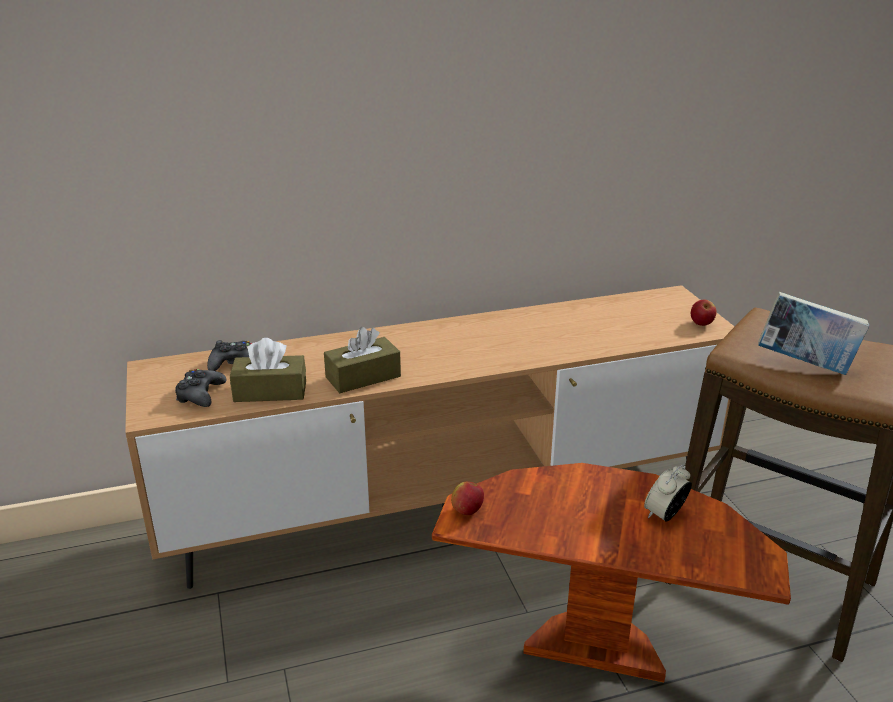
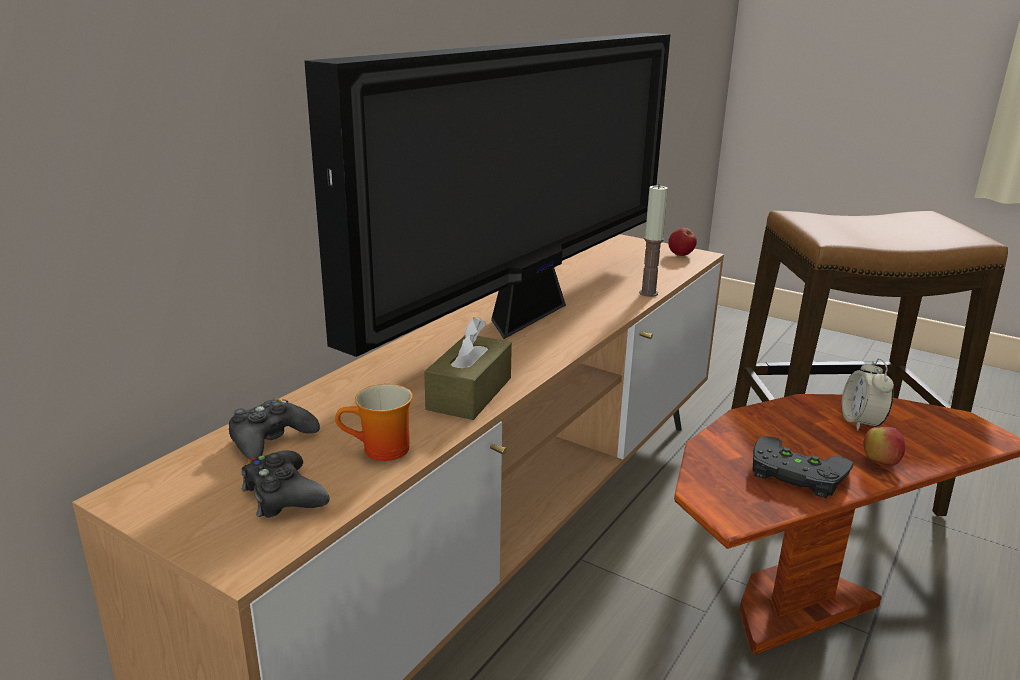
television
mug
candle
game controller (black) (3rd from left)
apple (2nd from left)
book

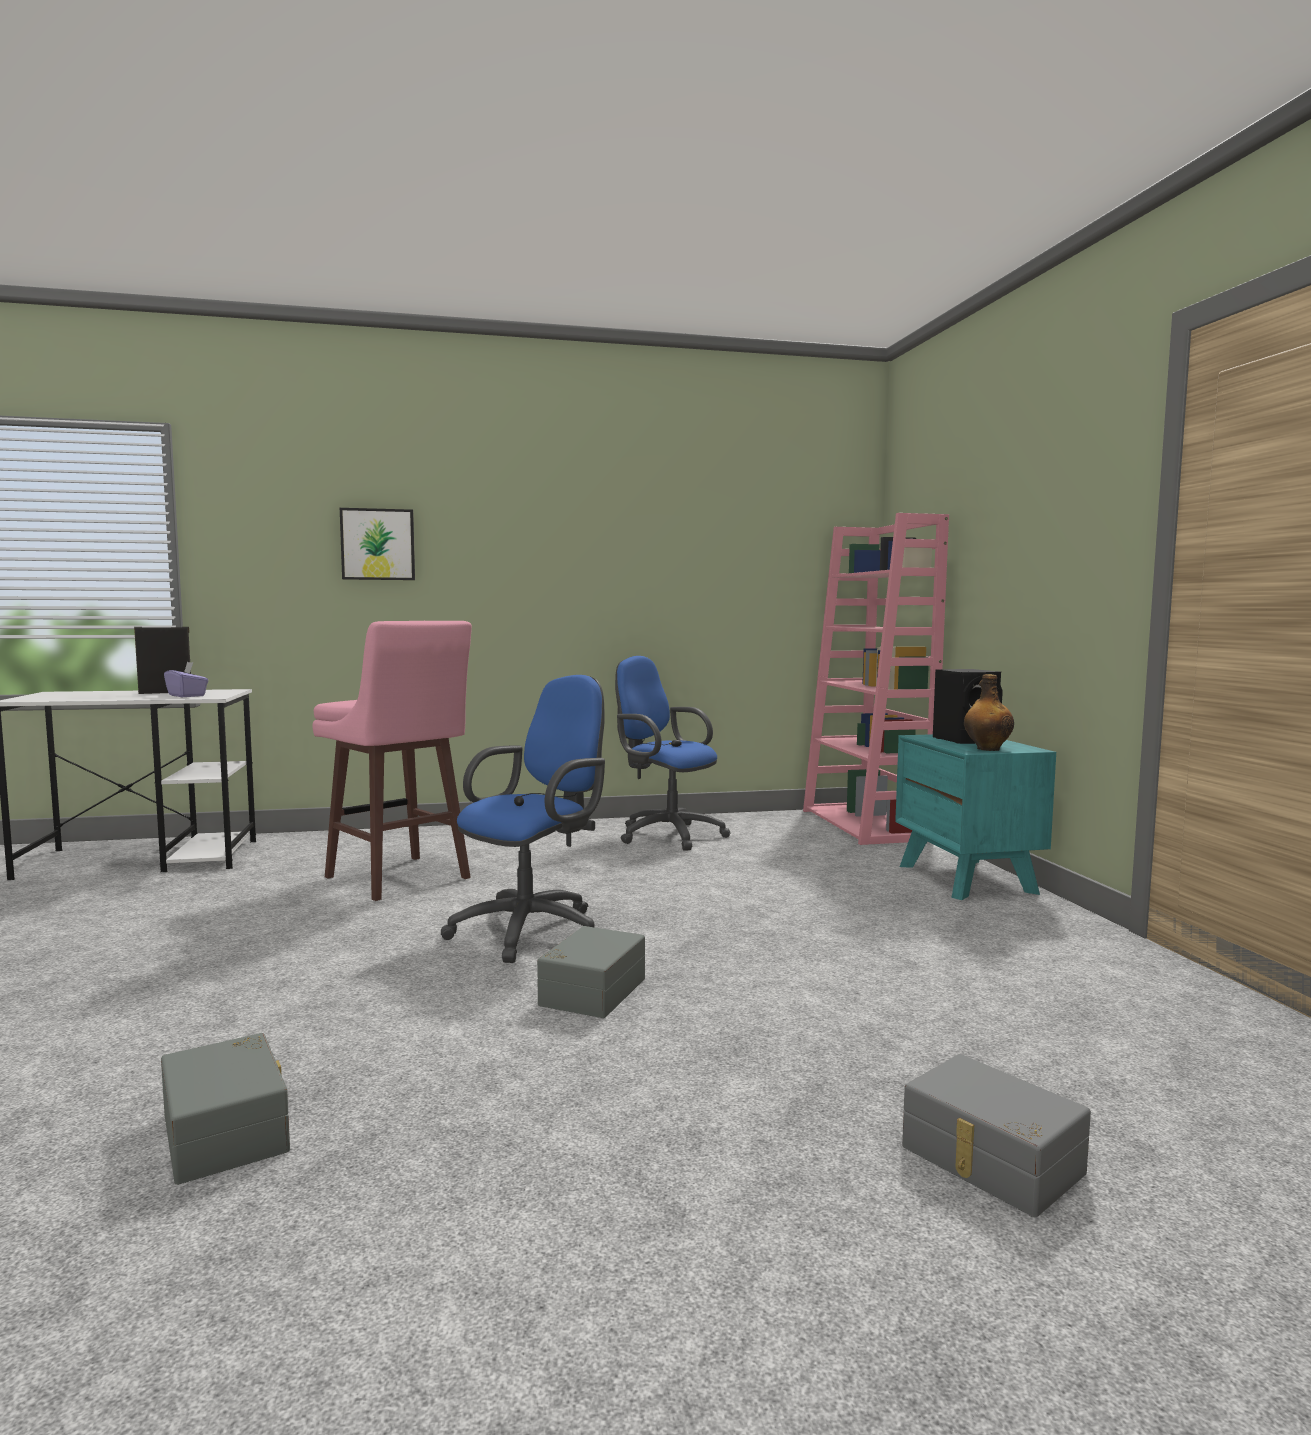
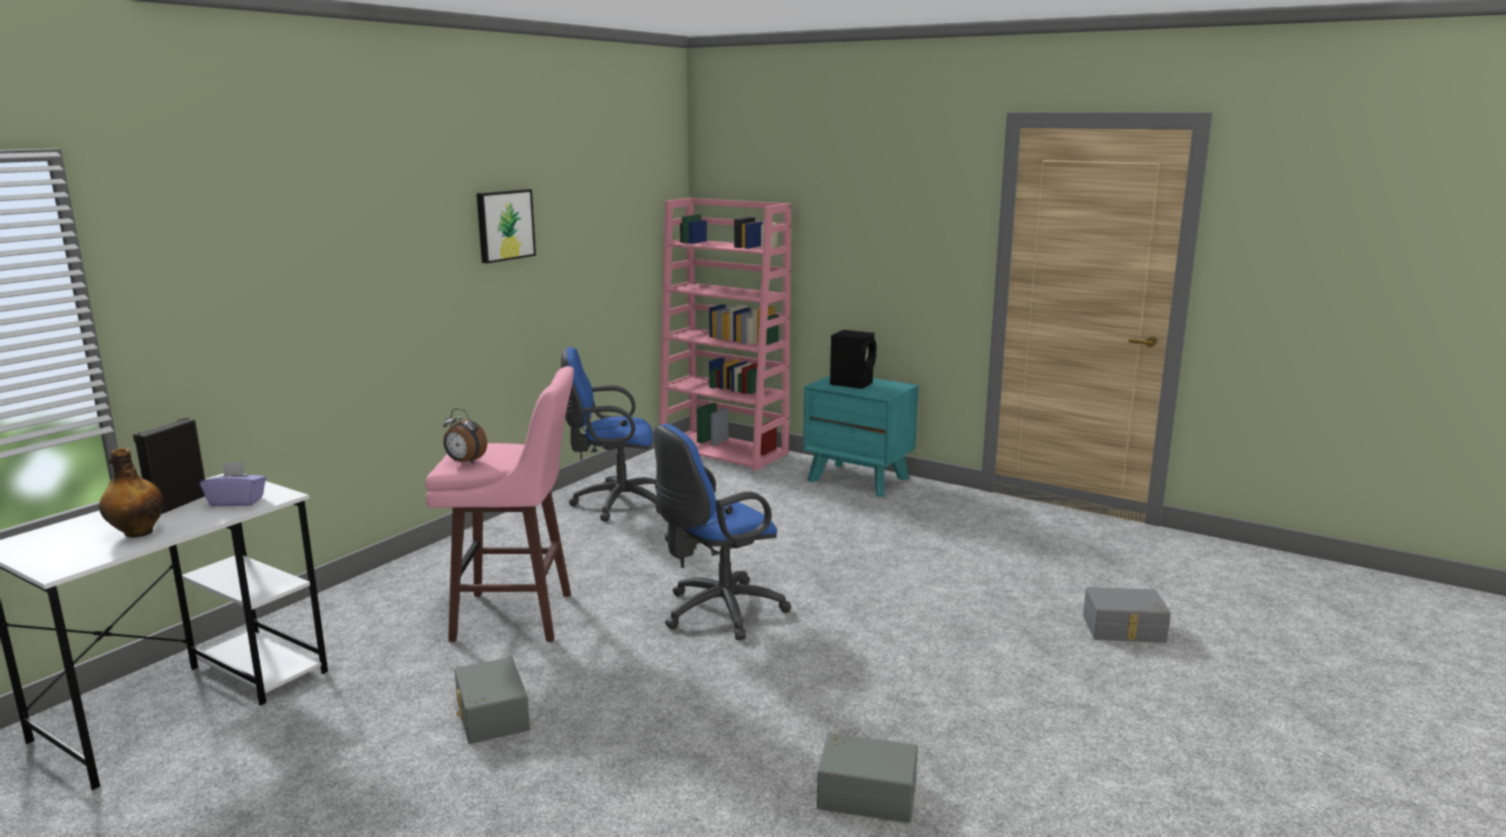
bottle
alarm clock
storage box (grey) (1st from left)
picture
office chair (blue) (2nd from left)

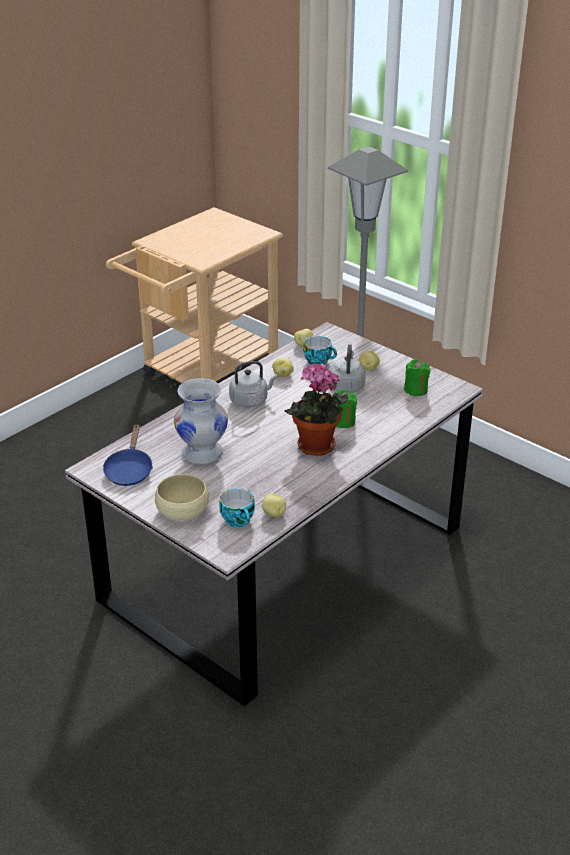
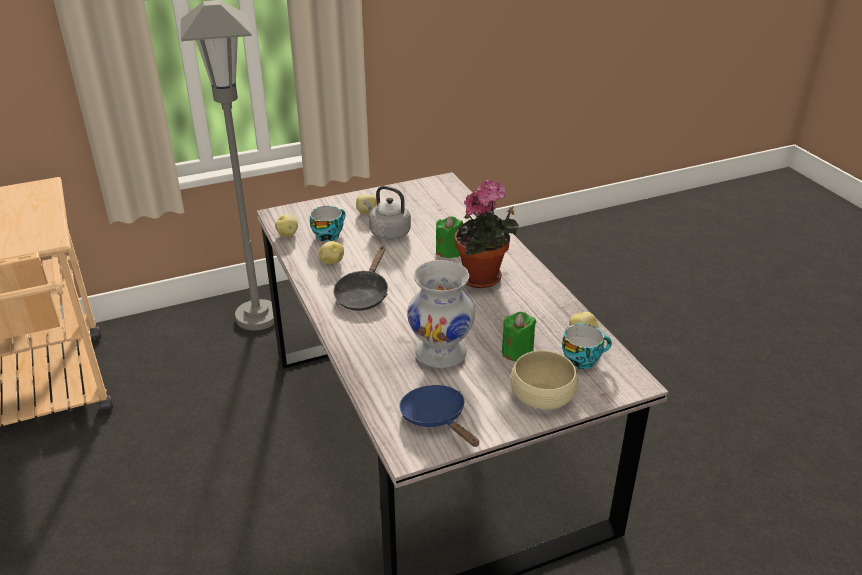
frying pan (black)
frying pan (blue)
candle (green) (2nd from left)

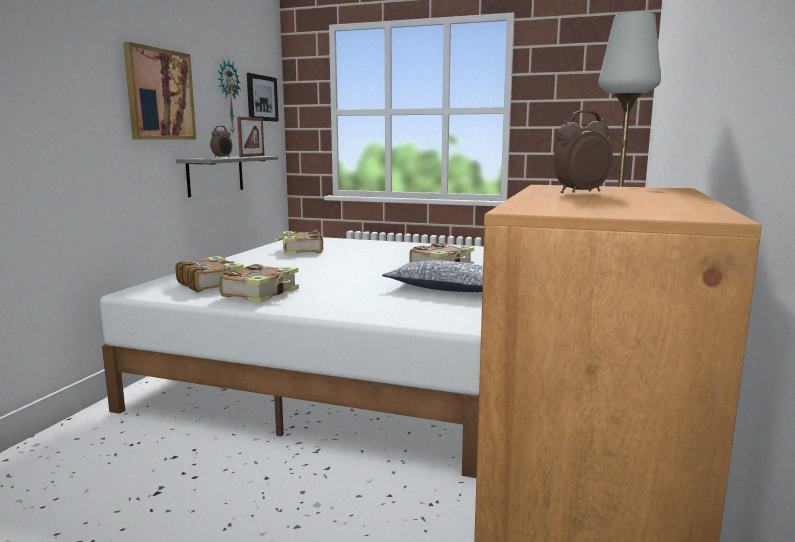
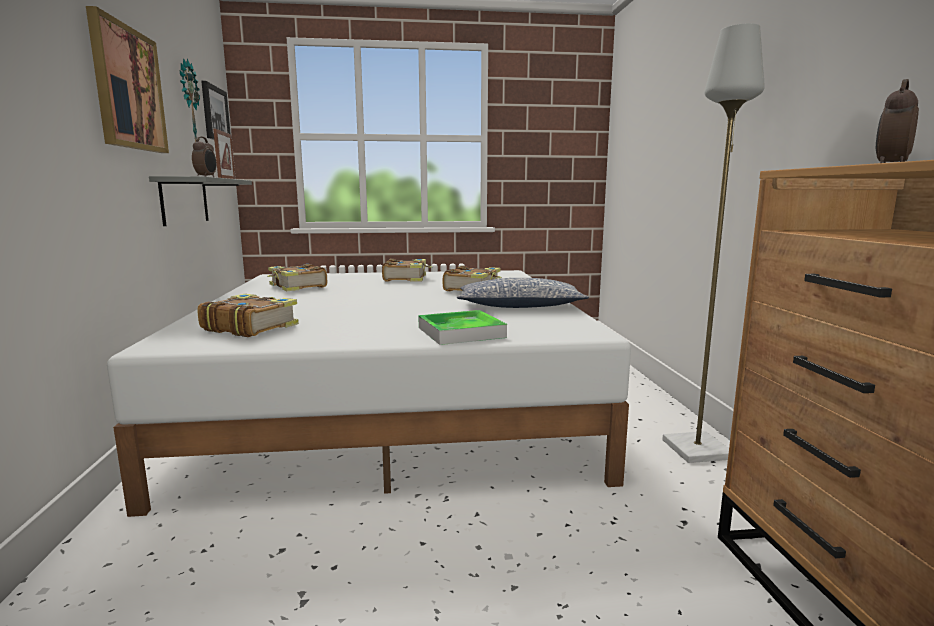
book (3rd from left)
tray

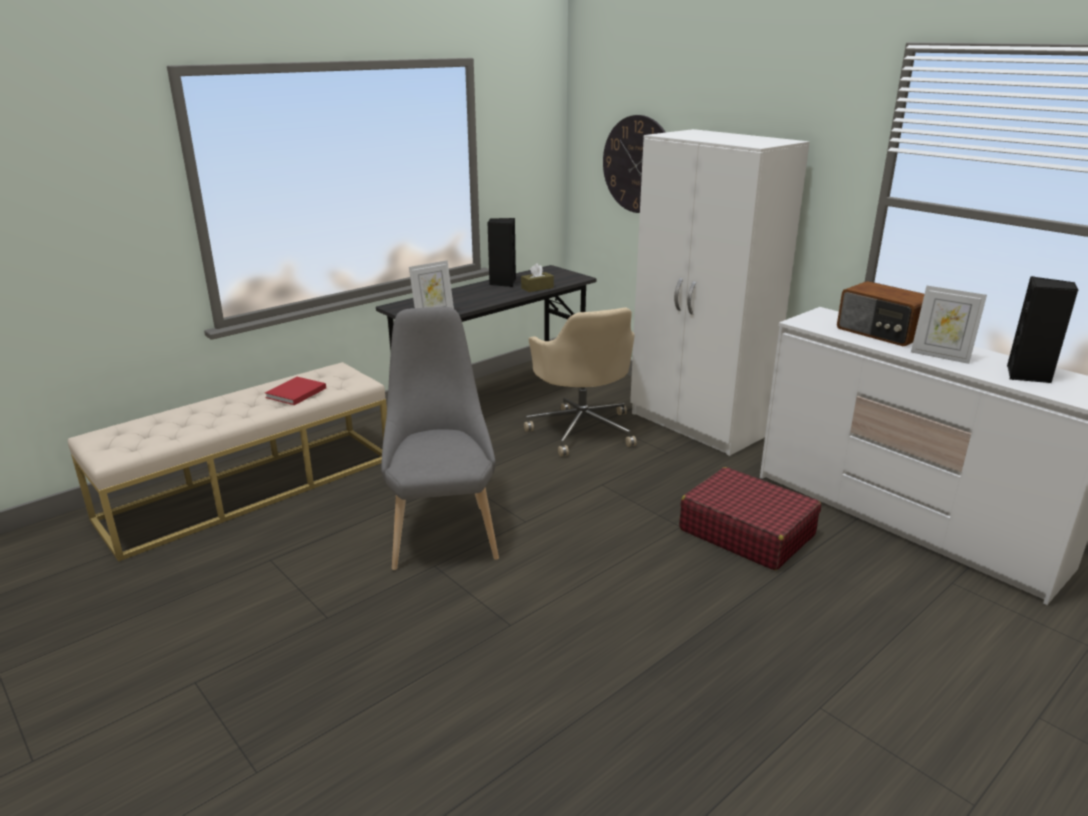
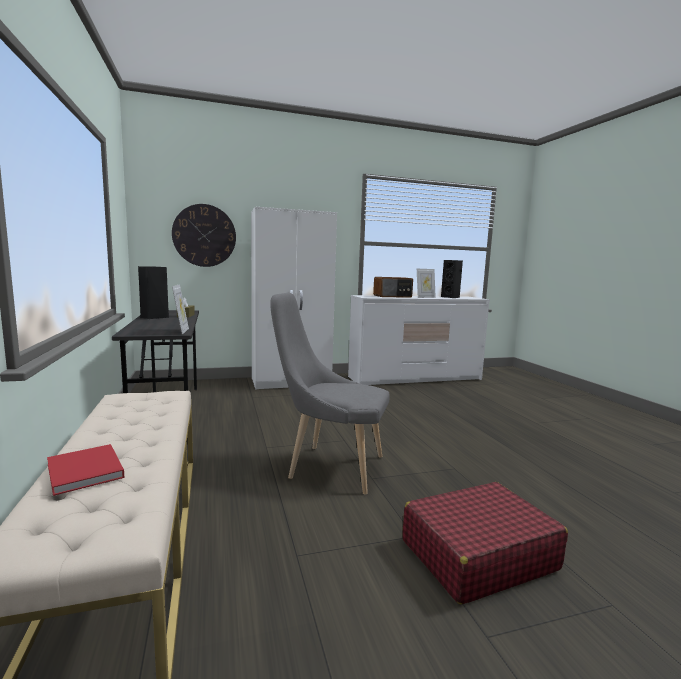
book (red)
suitcase (red)
office chair (beige)

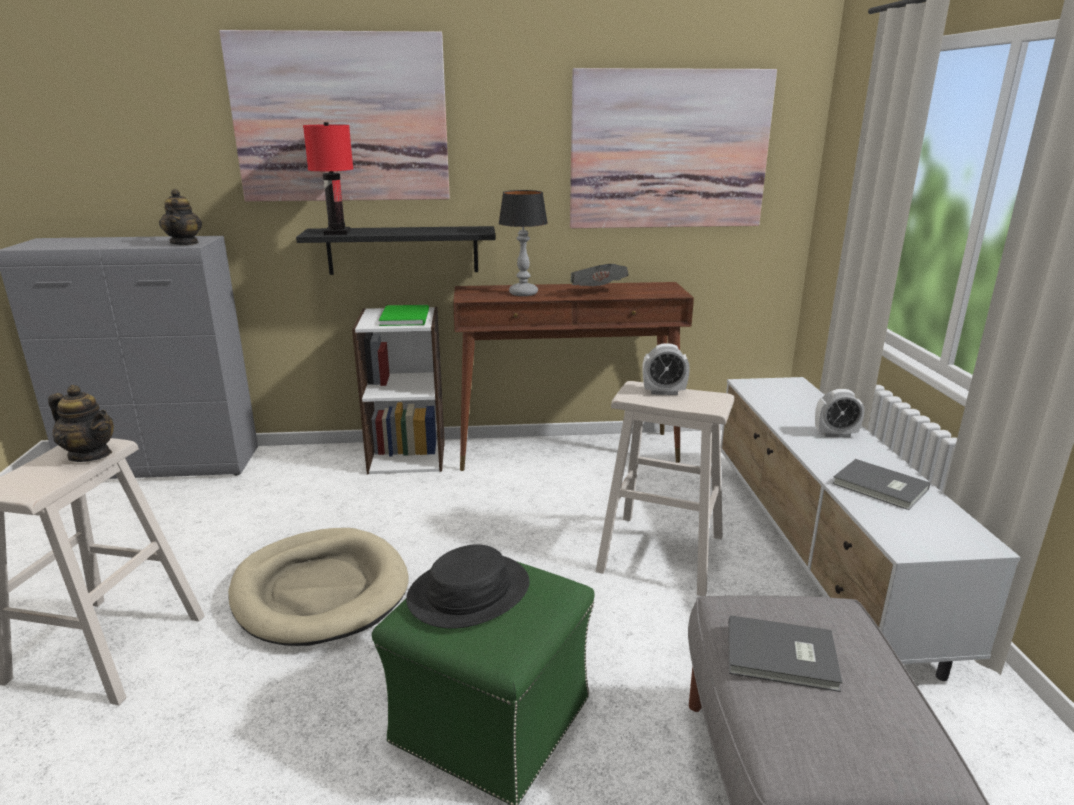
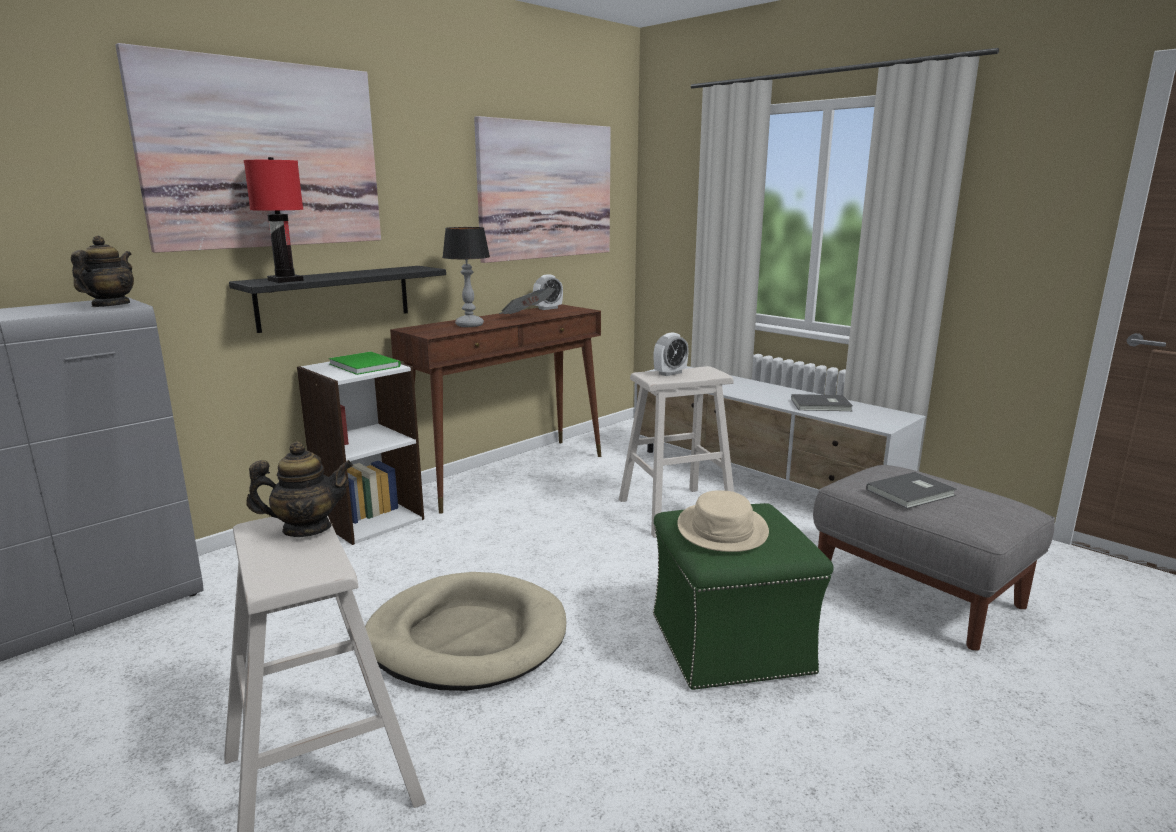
teapot (1st from left)
alarm clock (1st from left)
hat (beige)

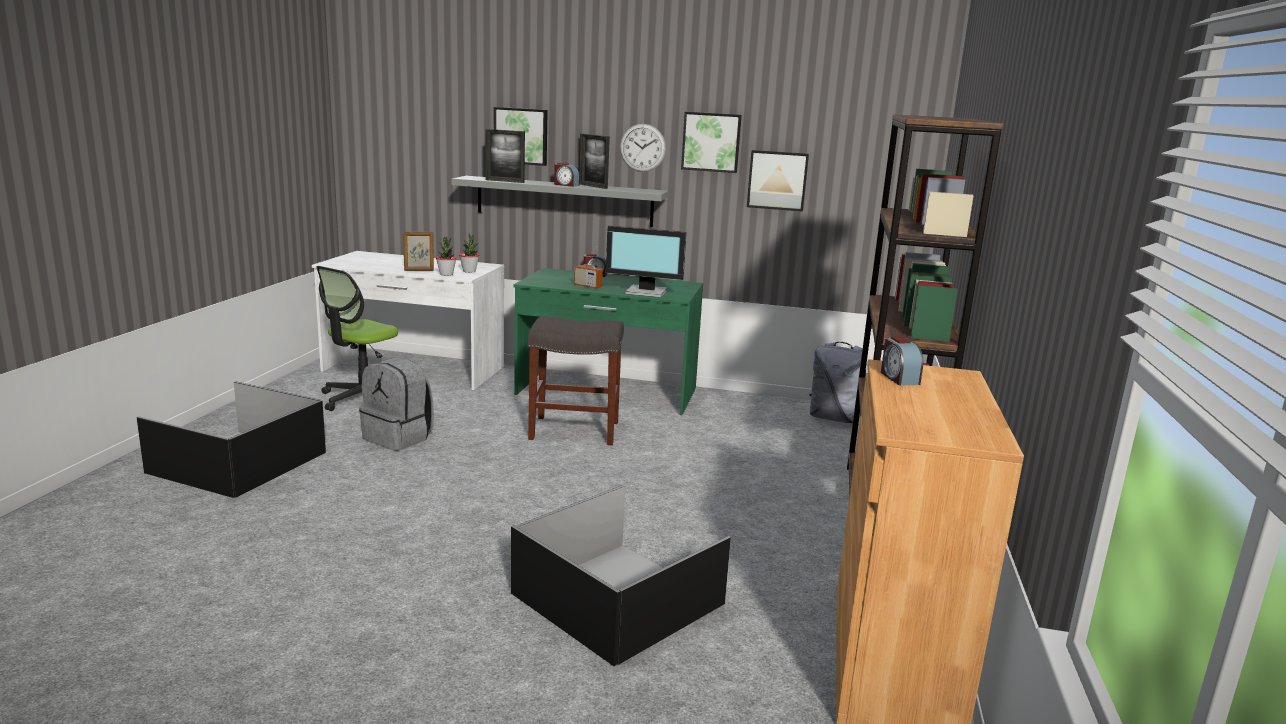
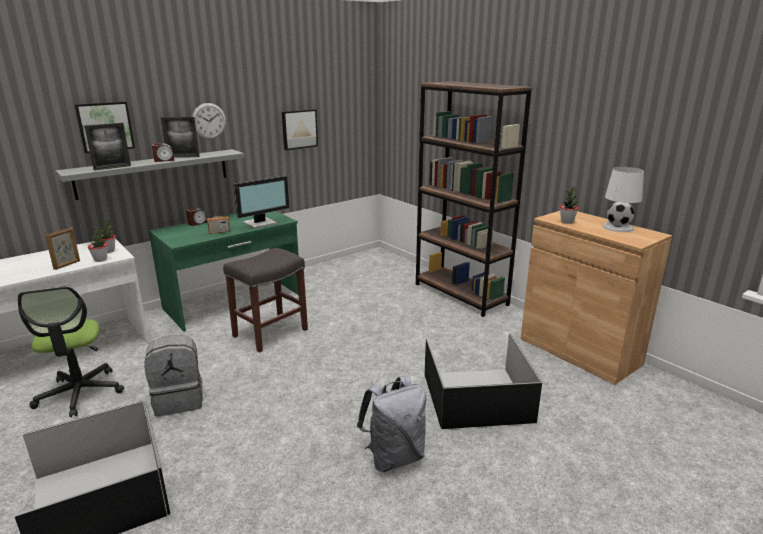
backpack (grey) (2nd from left)
potted plant (3rd from left)
table lamp (white)
picture (2nd from left in the first image)

